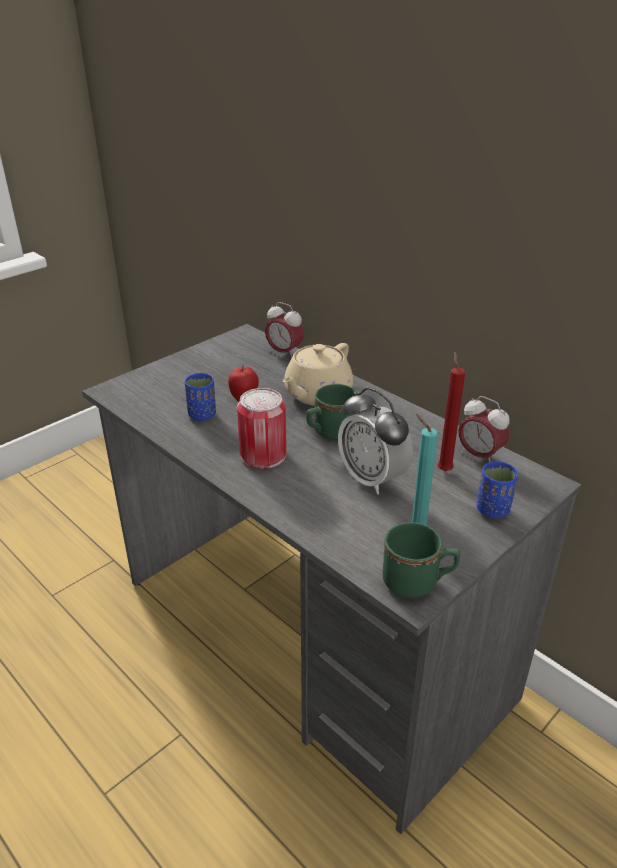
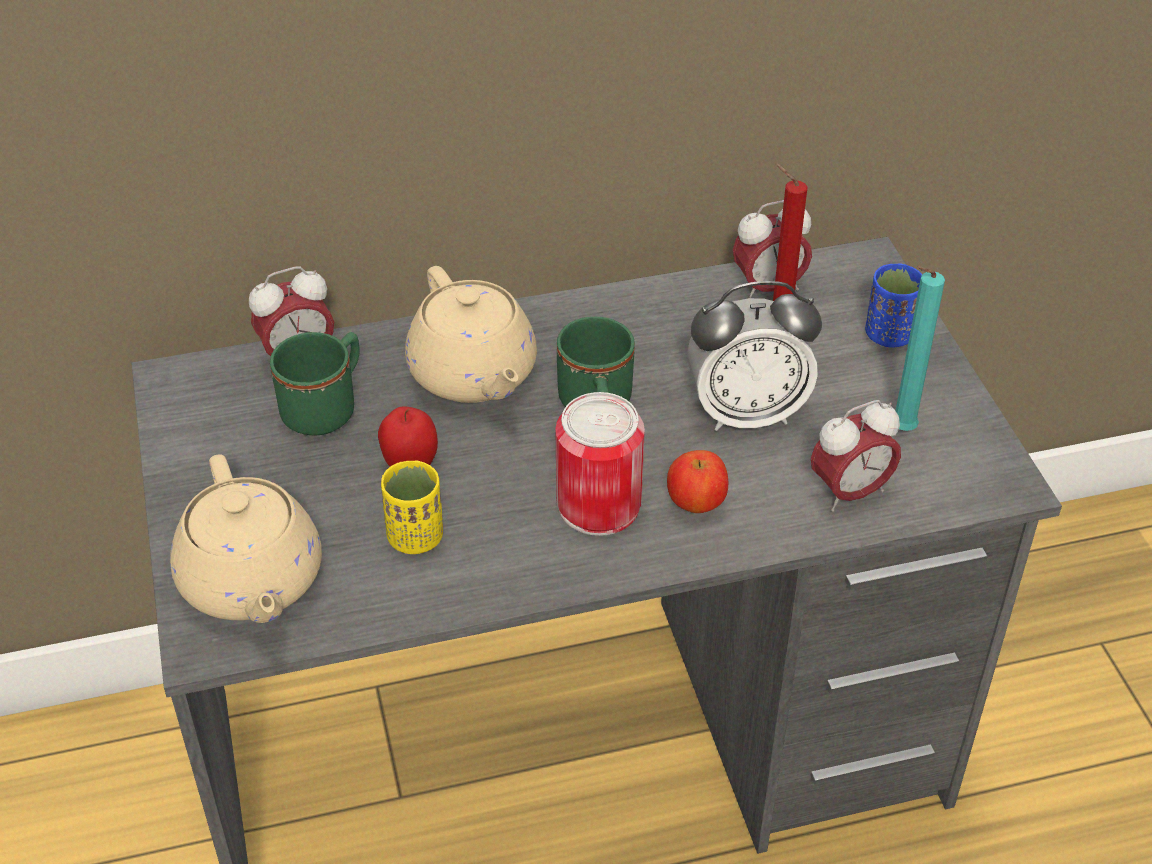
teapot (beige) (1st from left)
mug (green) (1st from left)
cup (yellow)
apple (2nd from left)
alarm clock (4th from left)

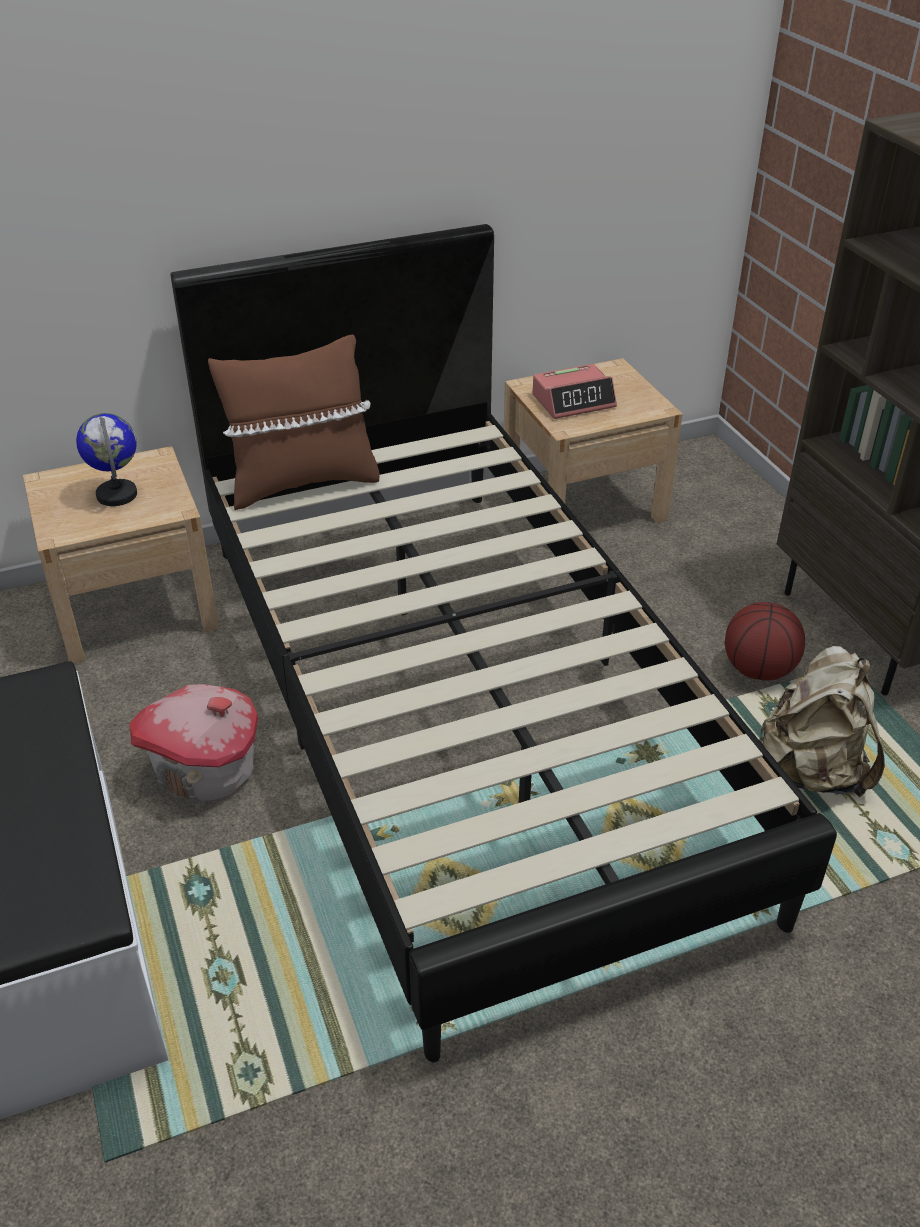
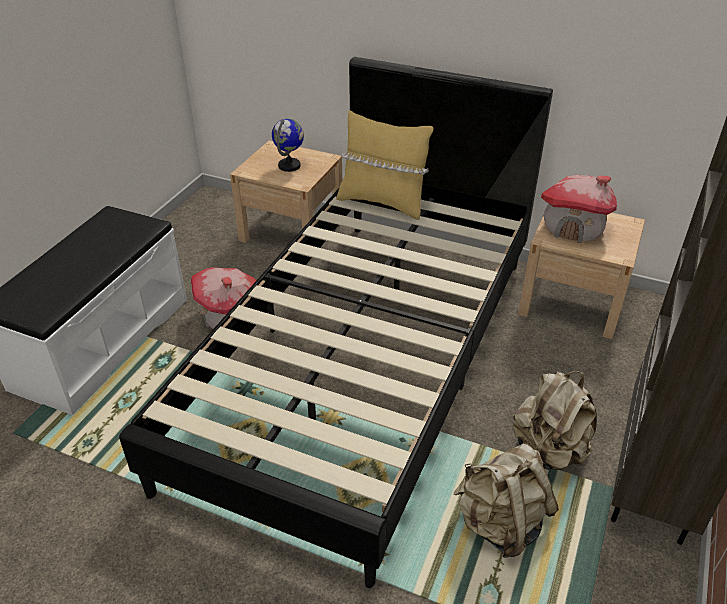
pillow (yellow)
backpack (beige) (2nd from left)
toy house (2nd from left)

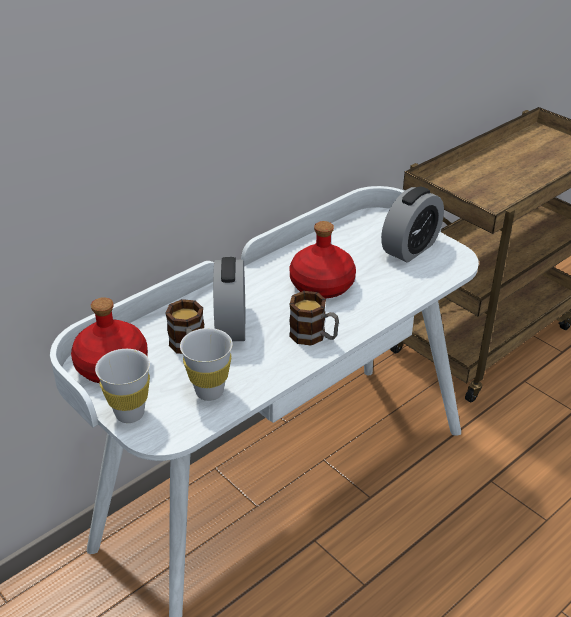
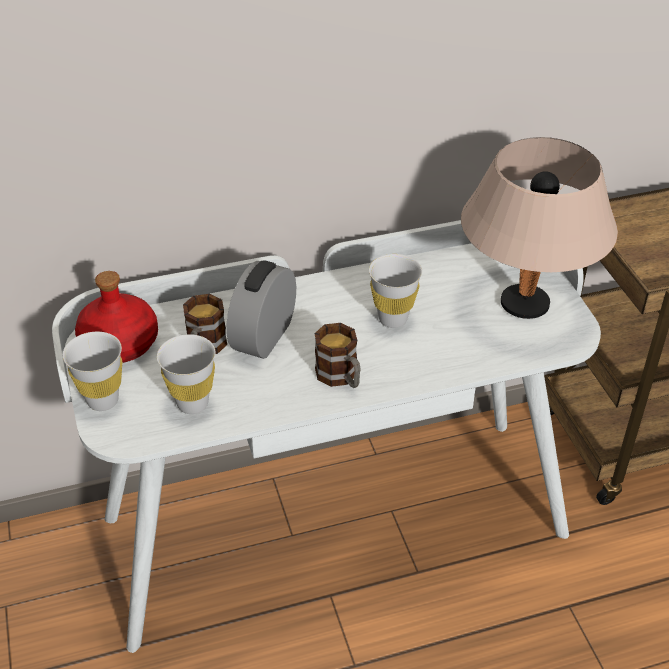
cup (white) (3rd from left)
table lamp (beige)

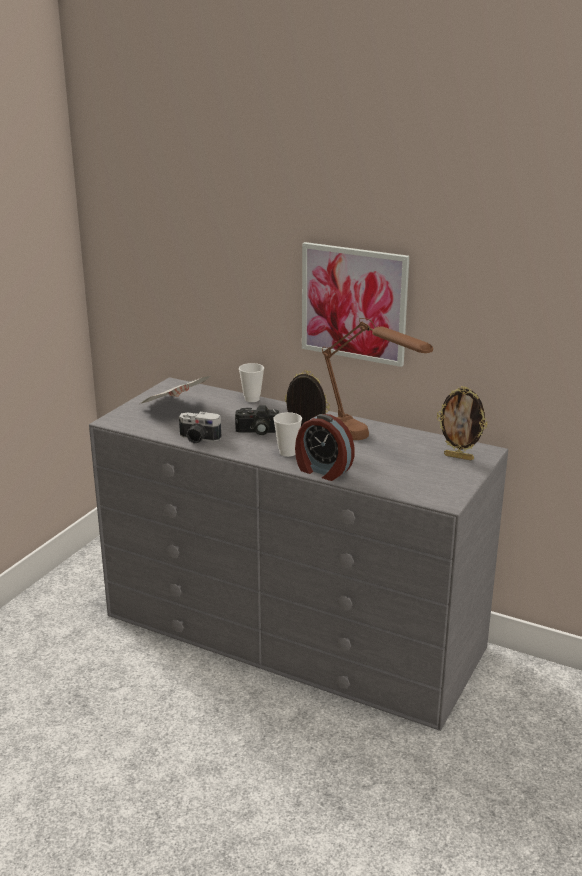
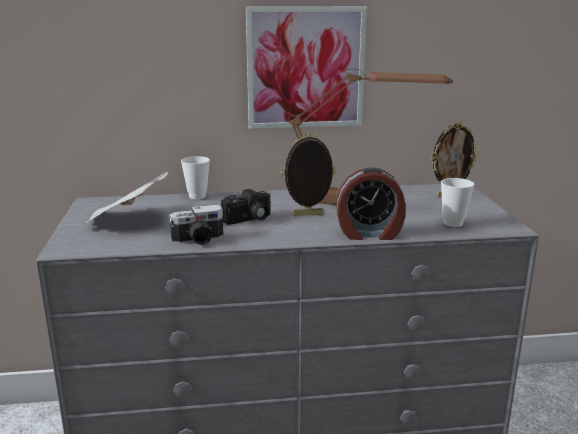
cup (2nd from left)

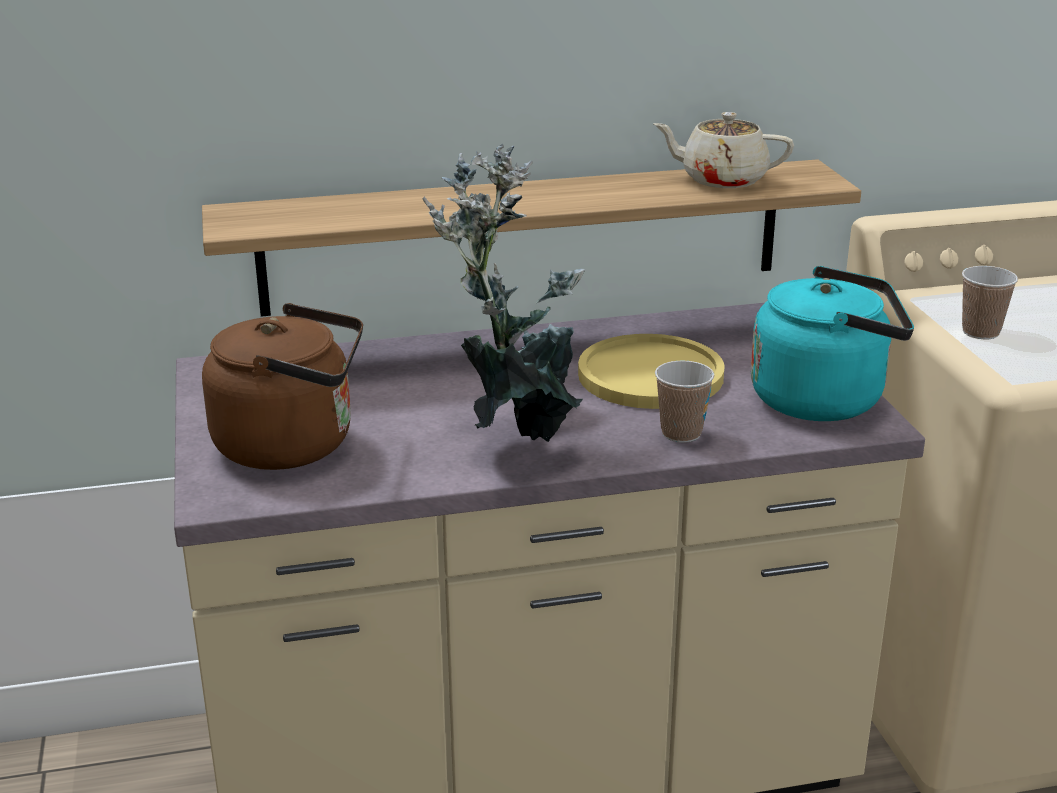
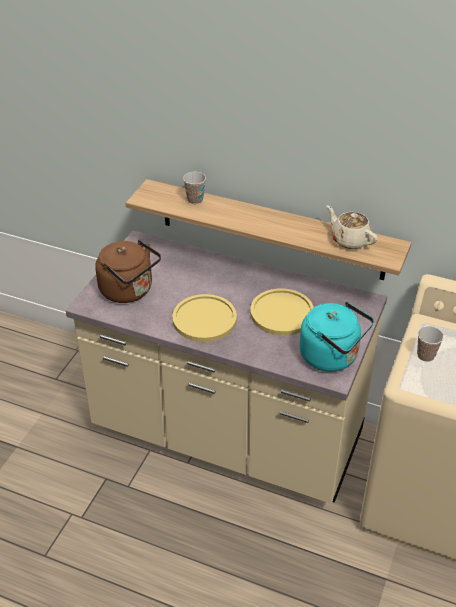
plate (yellow) (1st from left)
cup (1st from left)

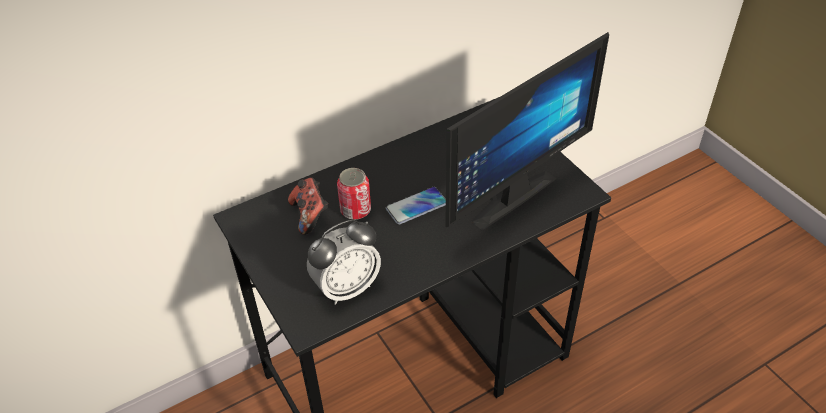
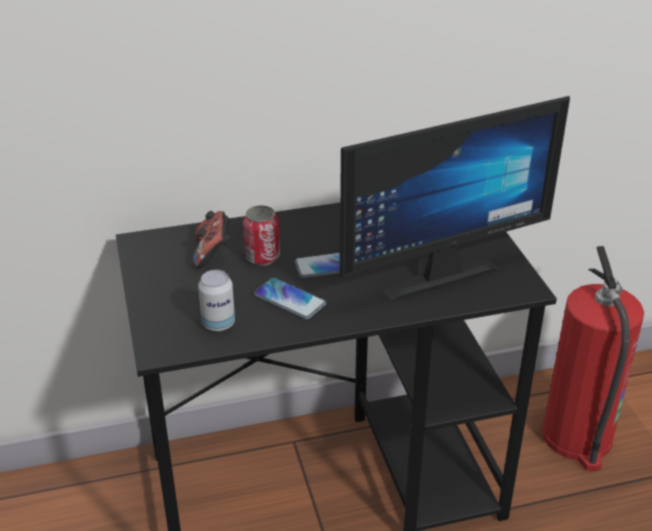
can (1st from left)
phone (1st from left)
fire extinguisher

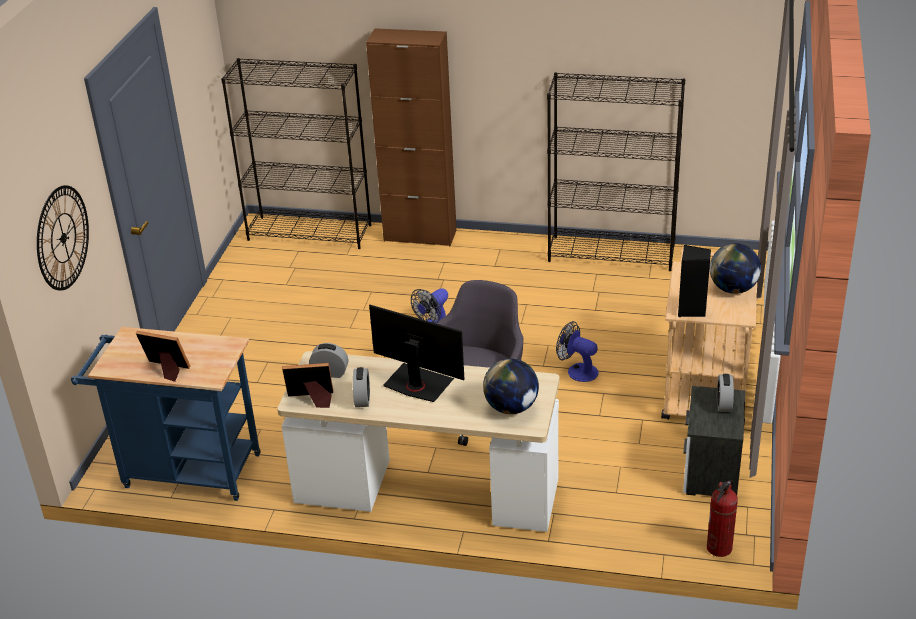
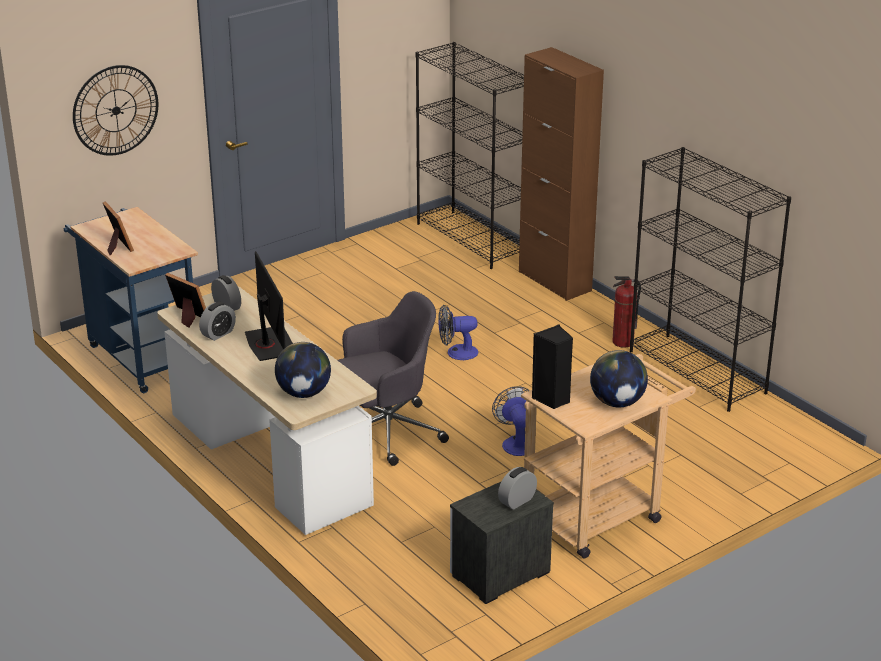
fire extinguisher

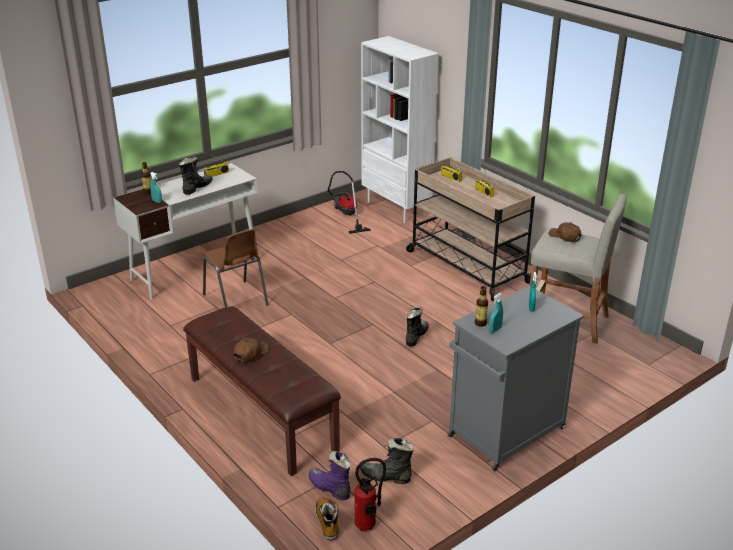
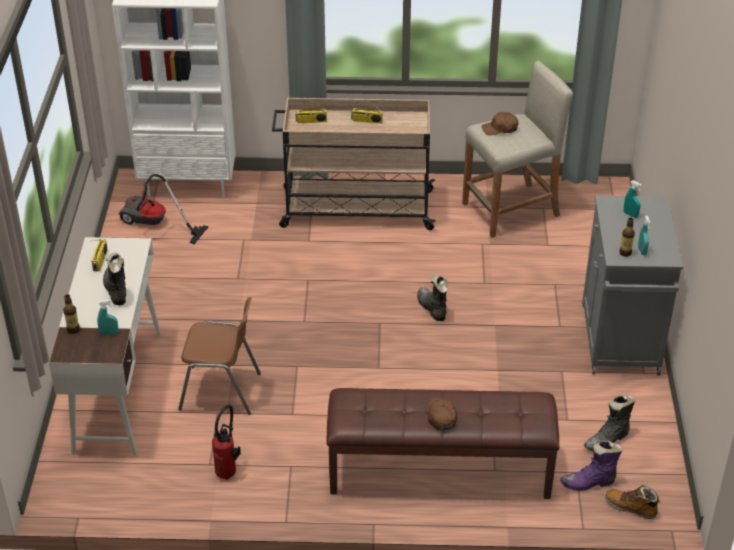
fire extinguisher

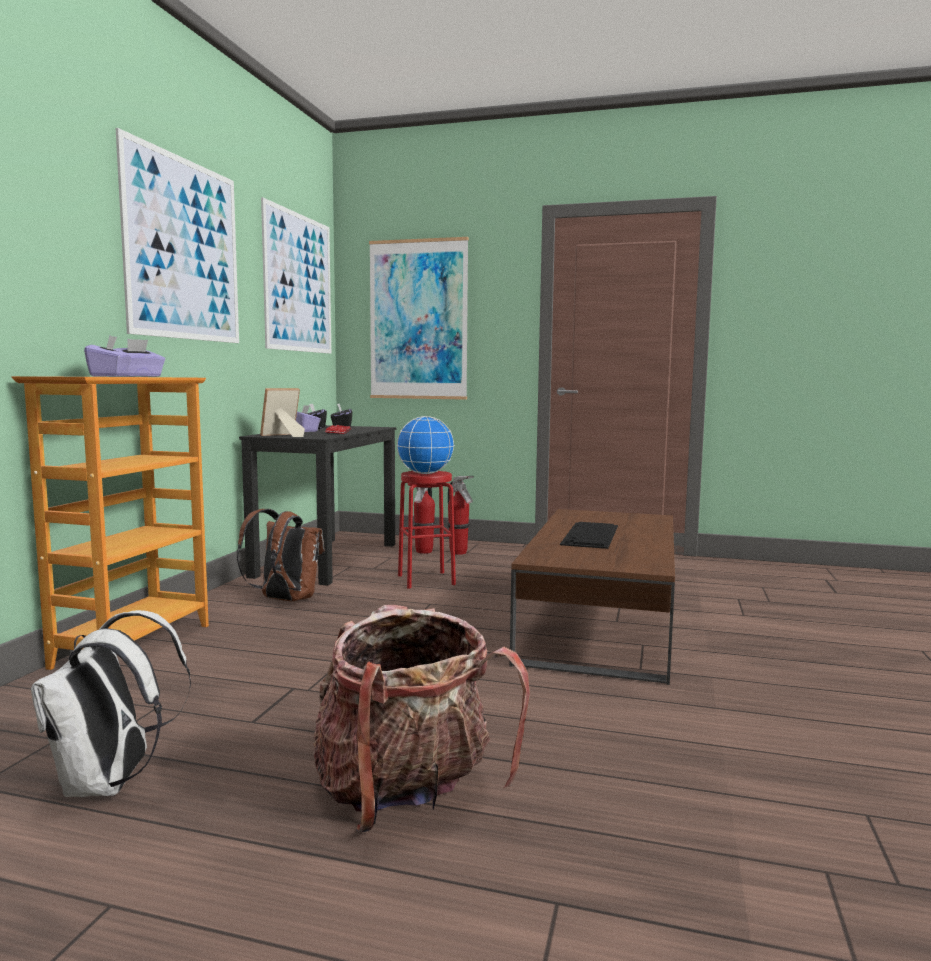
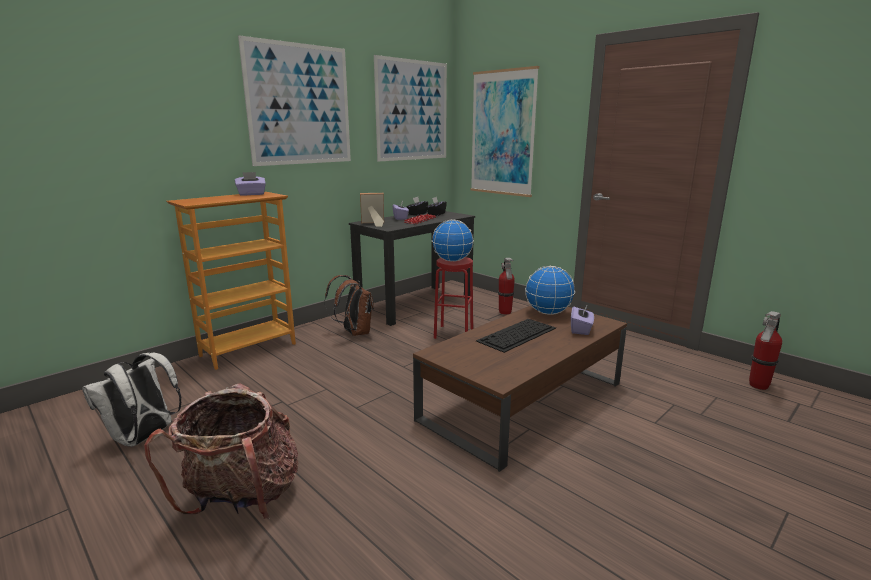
globe (2nd from left)
tissue box (purple) (3rd from left)
fire extinguisher (2nd from left)

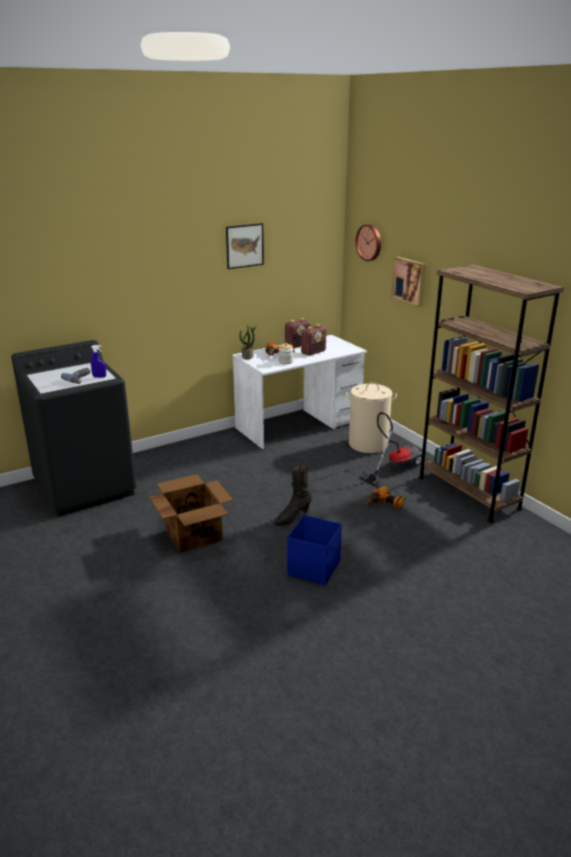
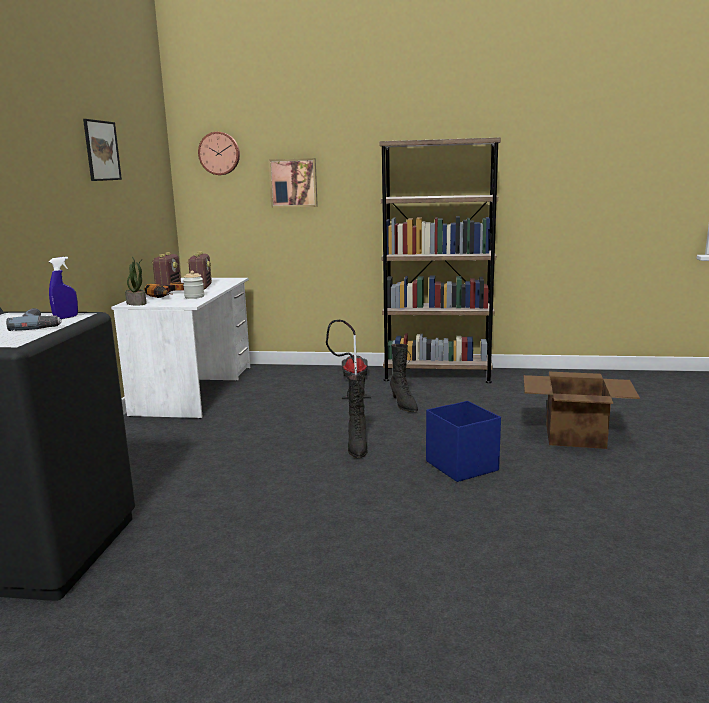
boot (black) (2nd from left)
cardboard box
laundry basket (beige)

